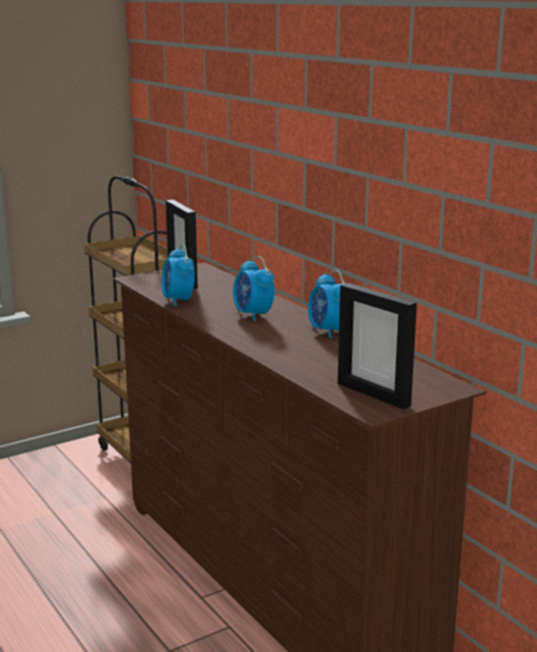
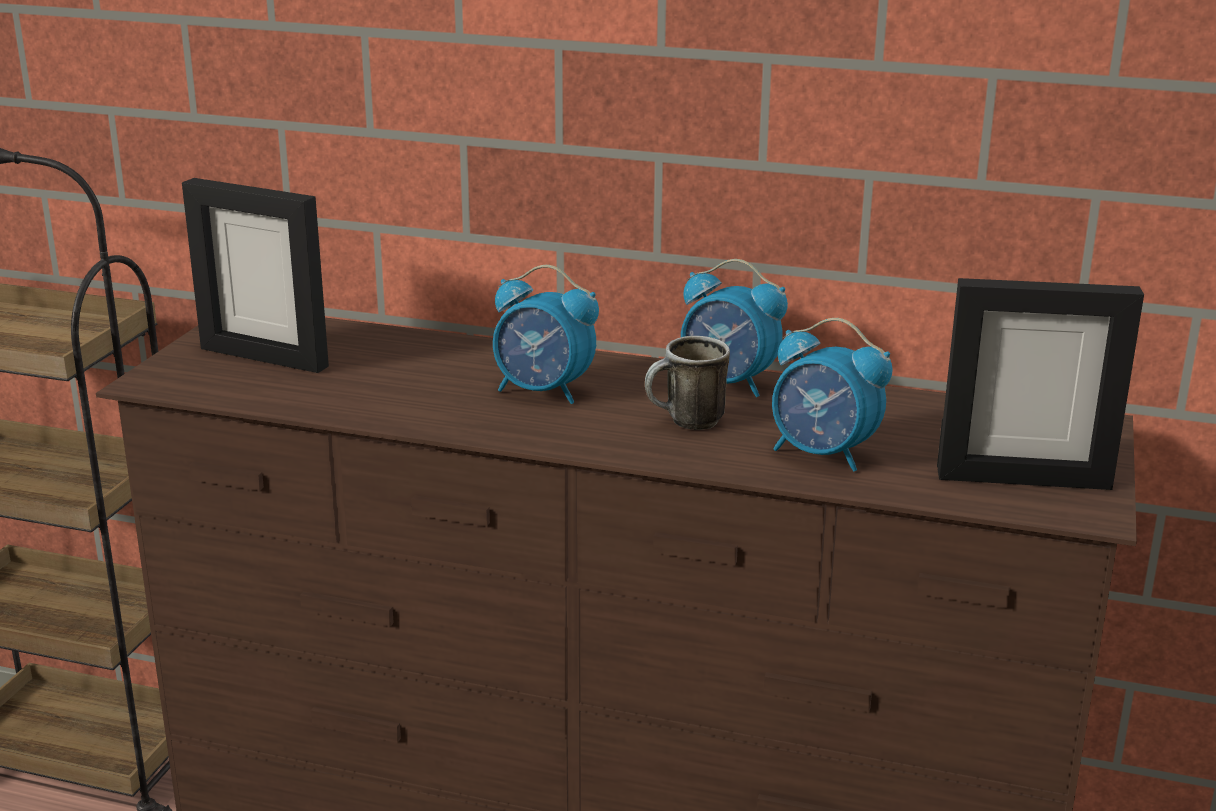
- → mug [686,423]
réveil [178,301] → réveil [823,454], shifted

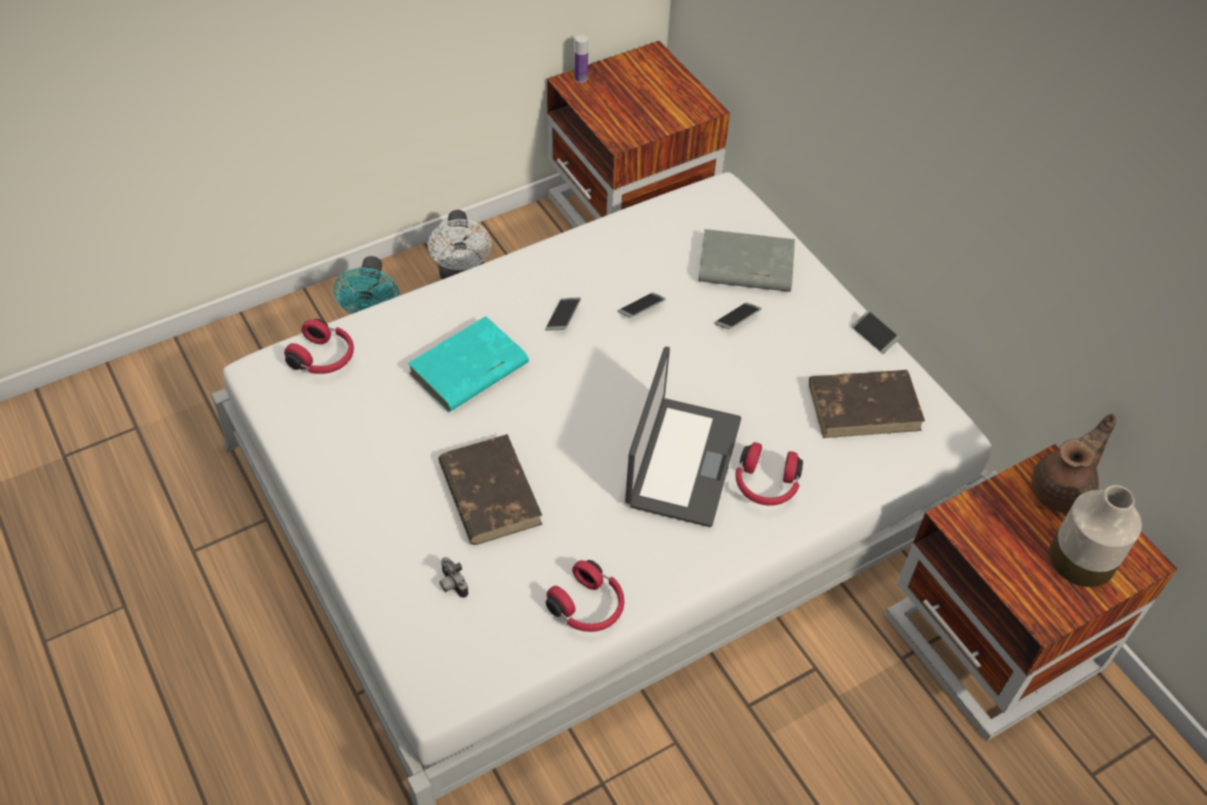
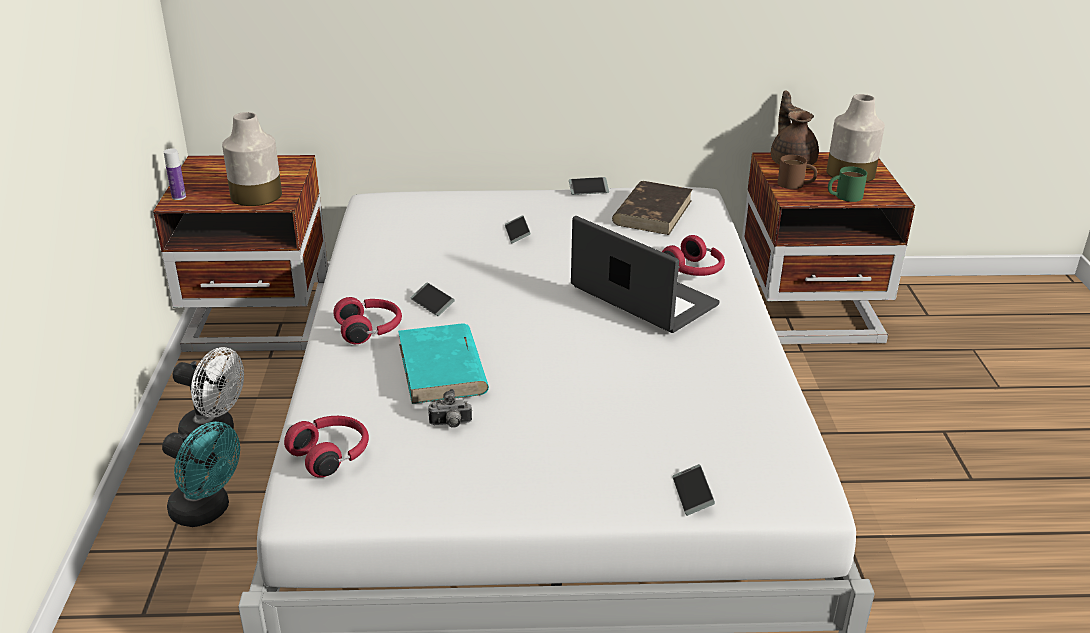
livre [marron] [489,492] → -
livre [gris] [745,266] → -
- → vase [beige] [255,195]
- → mug [marron] [796,184]
- → mug [vert] [844,196]
appareil photo [451,585] → appareil photo [450,425], shifted
casque audio [rouge] [588,607] → casque audio [rouge] [370,330], shifted
téléphone [641,308] → téléphone [692,495], shifted

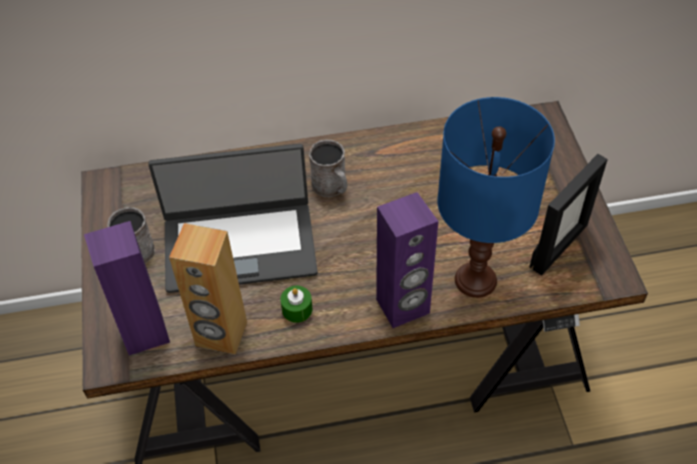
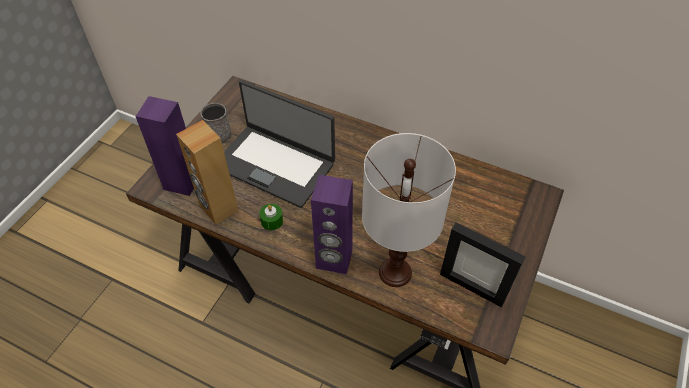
mug [gris] [331,187] → -
lampe de table [bleu] [475,279] → lampe de table [blanc] [394,272]
cadre photo [558,246] → cadre photo [472,286], 45 degrees clockwise

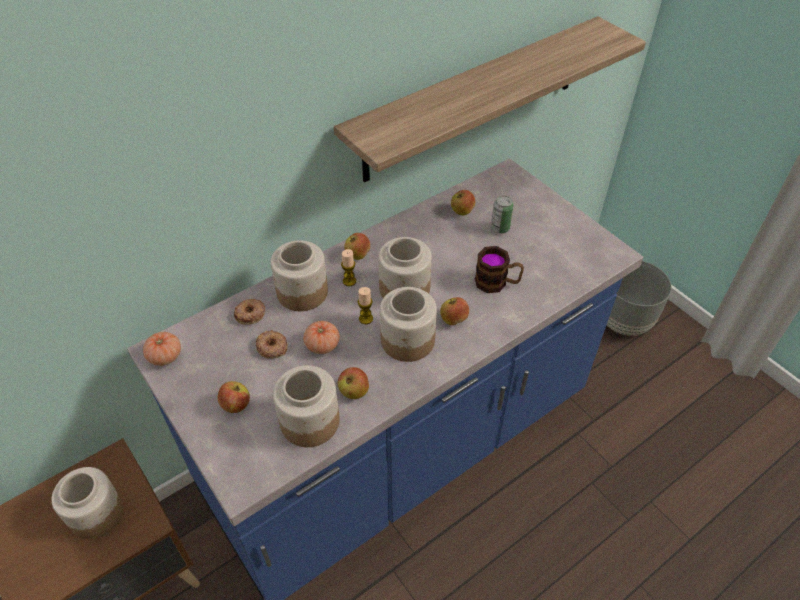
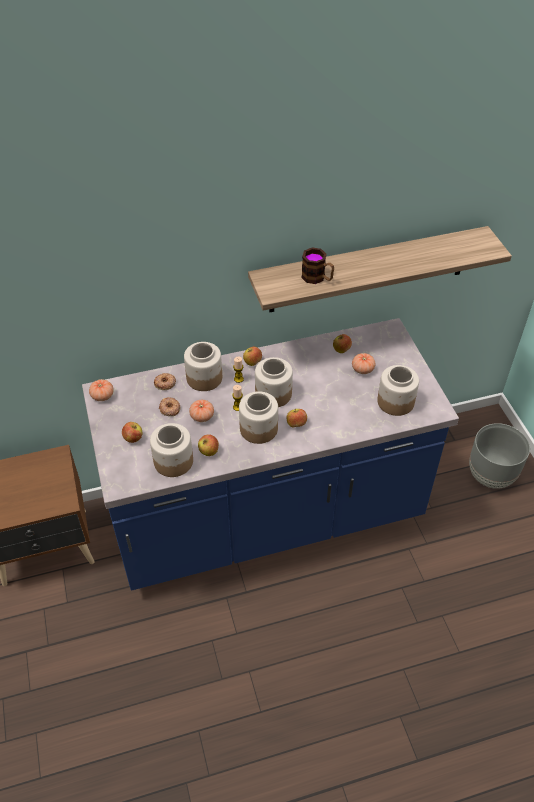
bocal [96,514] → bocal [395,402], shifted
mug [497,283] → mug [317,278], shifted
boîte métallique [500,228] → tomate [362,369]

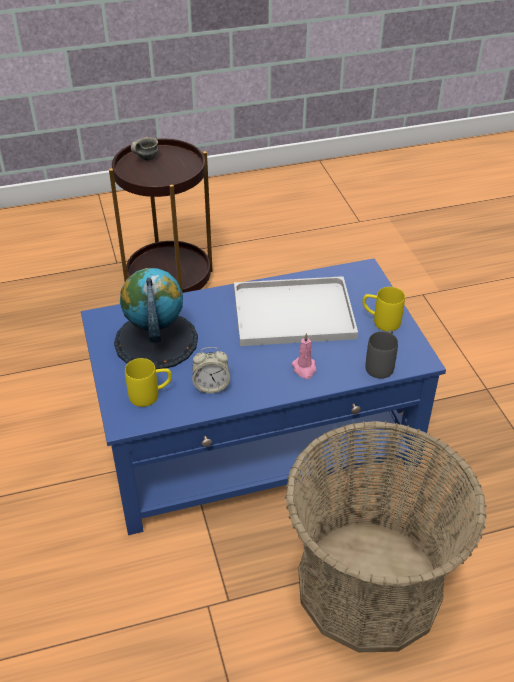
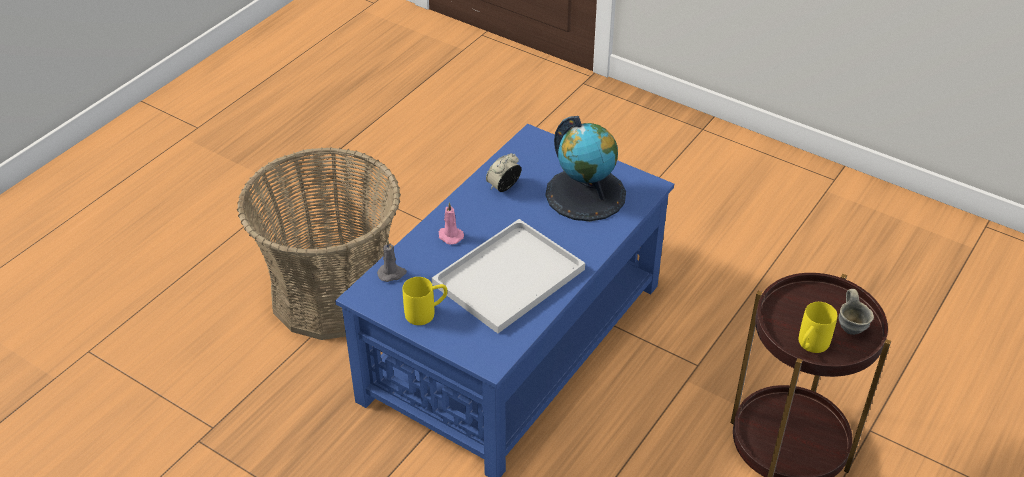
mug [jaune] [151,395] → mug [jaune] [810,346], shifted
mug [gris] [381,364] → bougie [gris] [392,273]

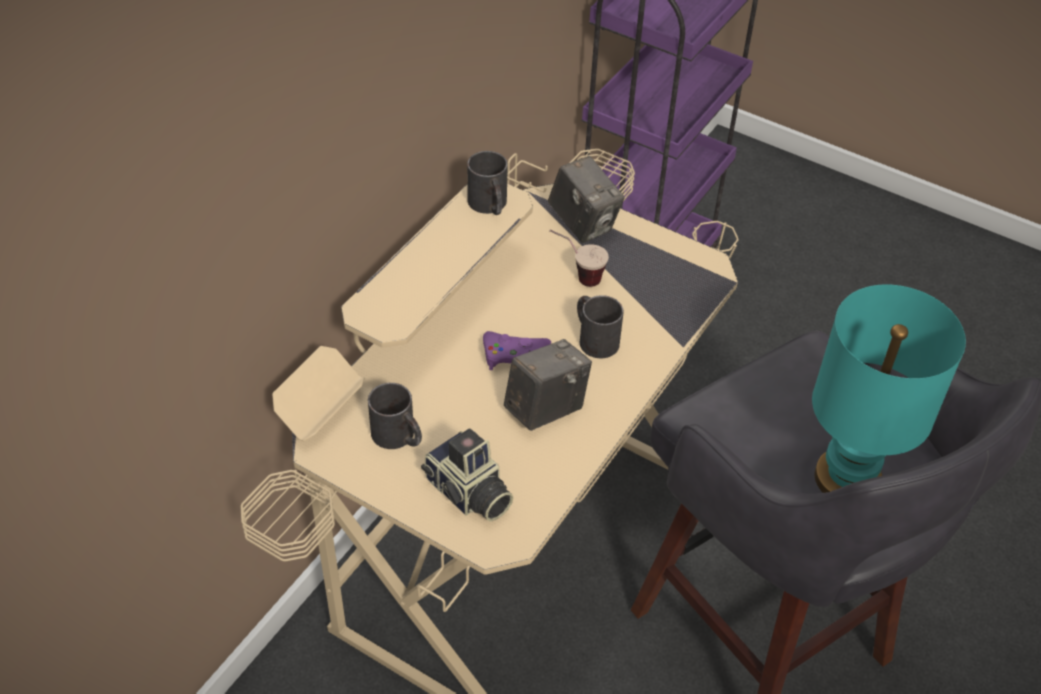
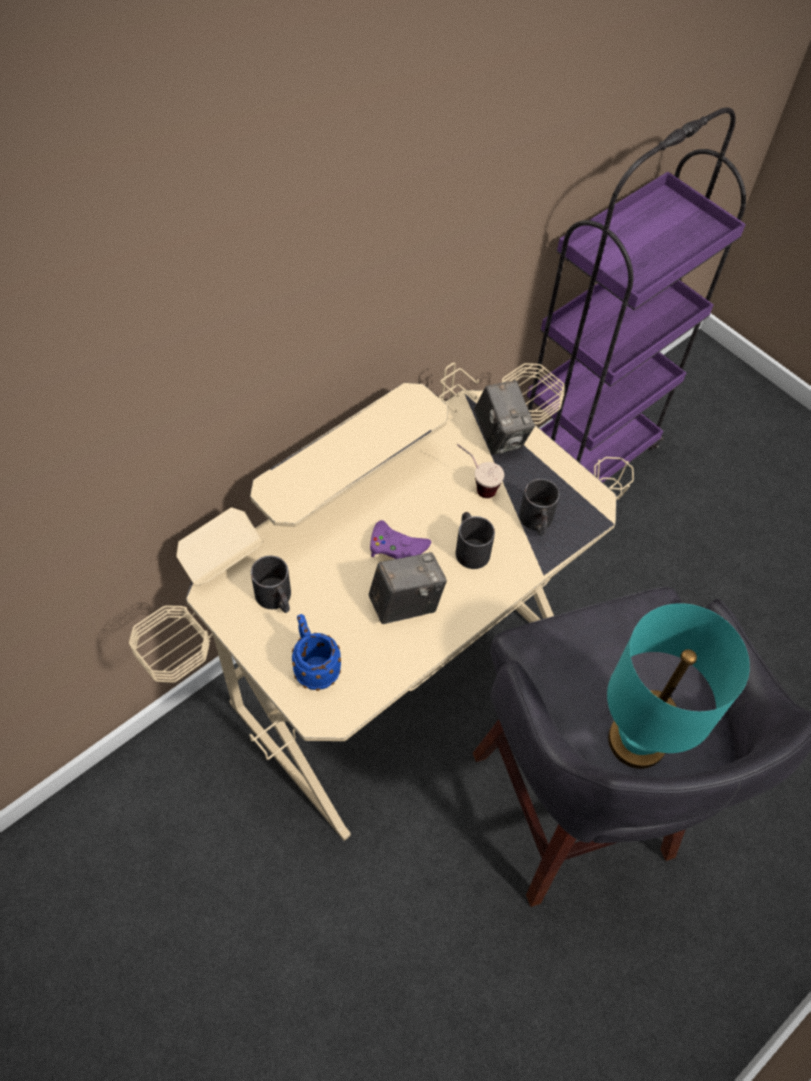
mug [noir] [490,206] → mug [noir] [537,522], shifted
appareil photo [468,494] → mug [bleu] [314,666]

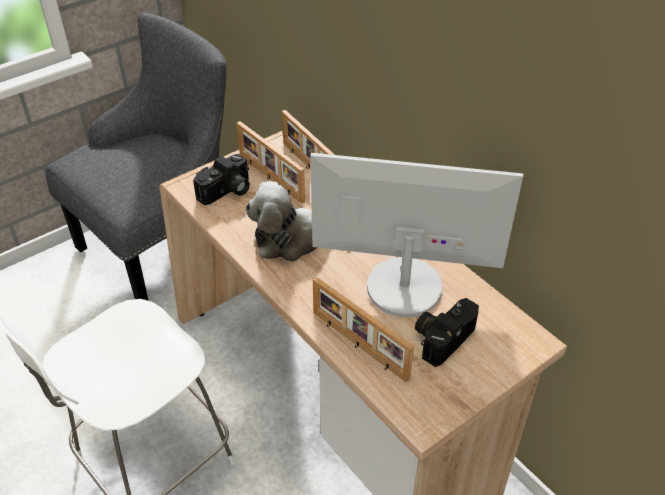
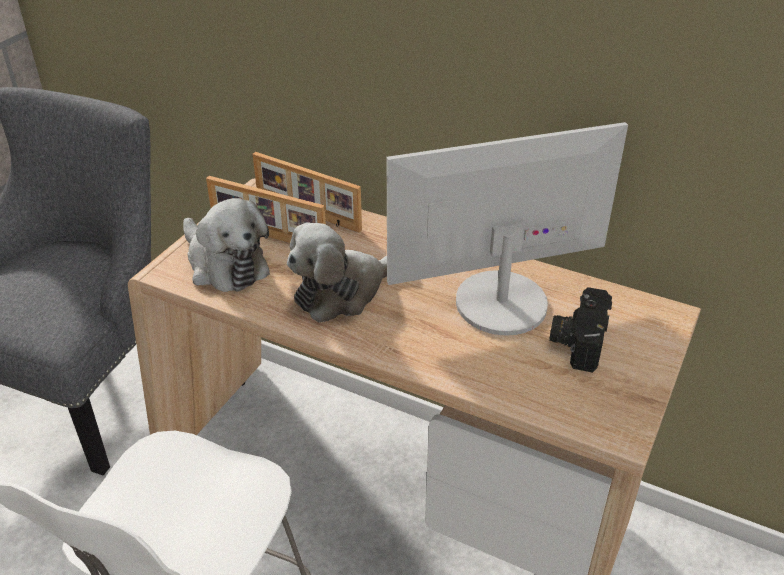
cadre photo [358,346] → -
appareil photo [227,192] → peluche [225,264]

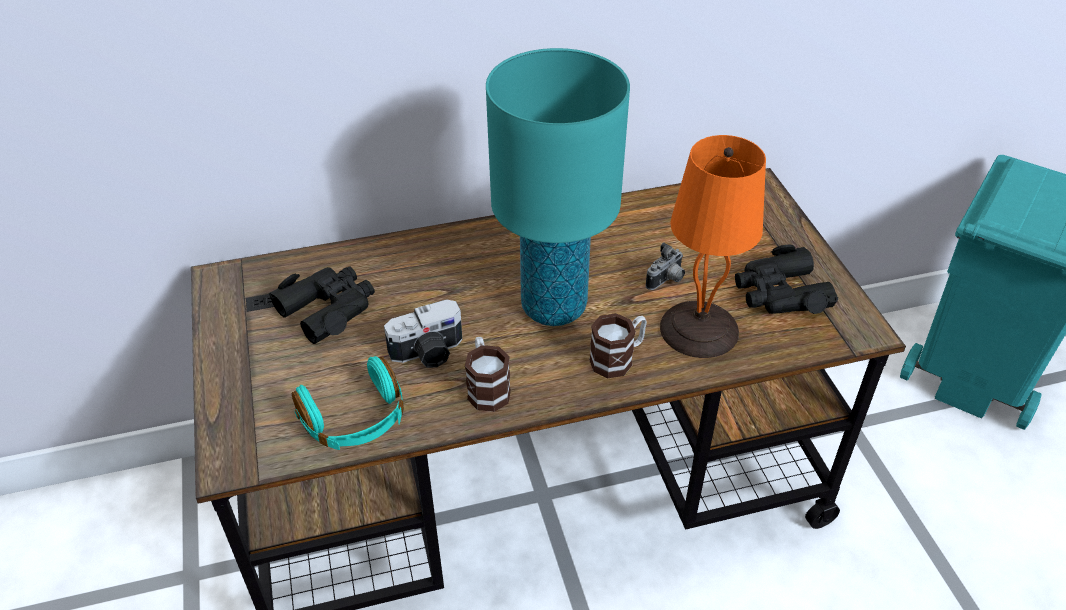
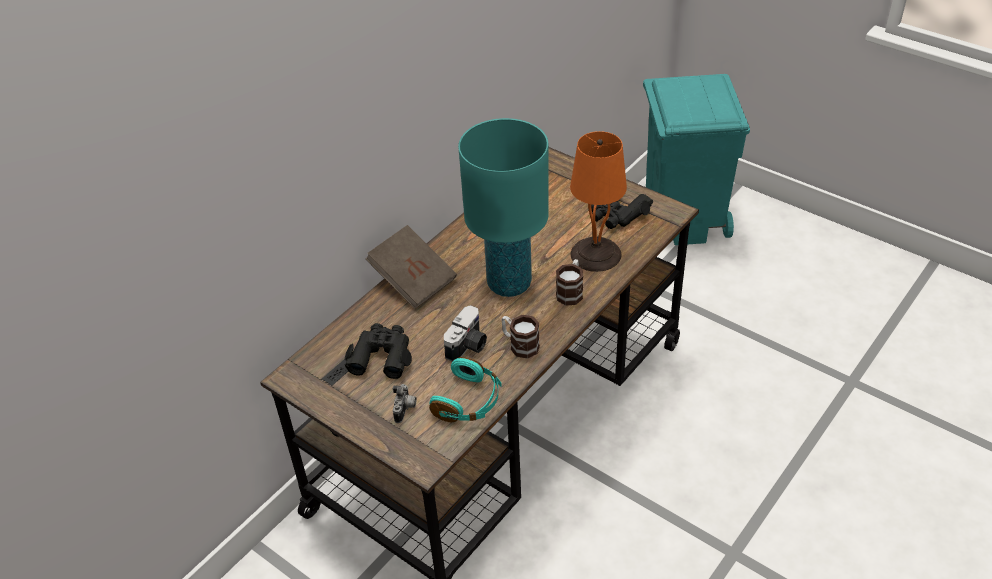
- → livre [marron] [413,280]
appareil photo [667,281] → appareil photo [405,409], shifted

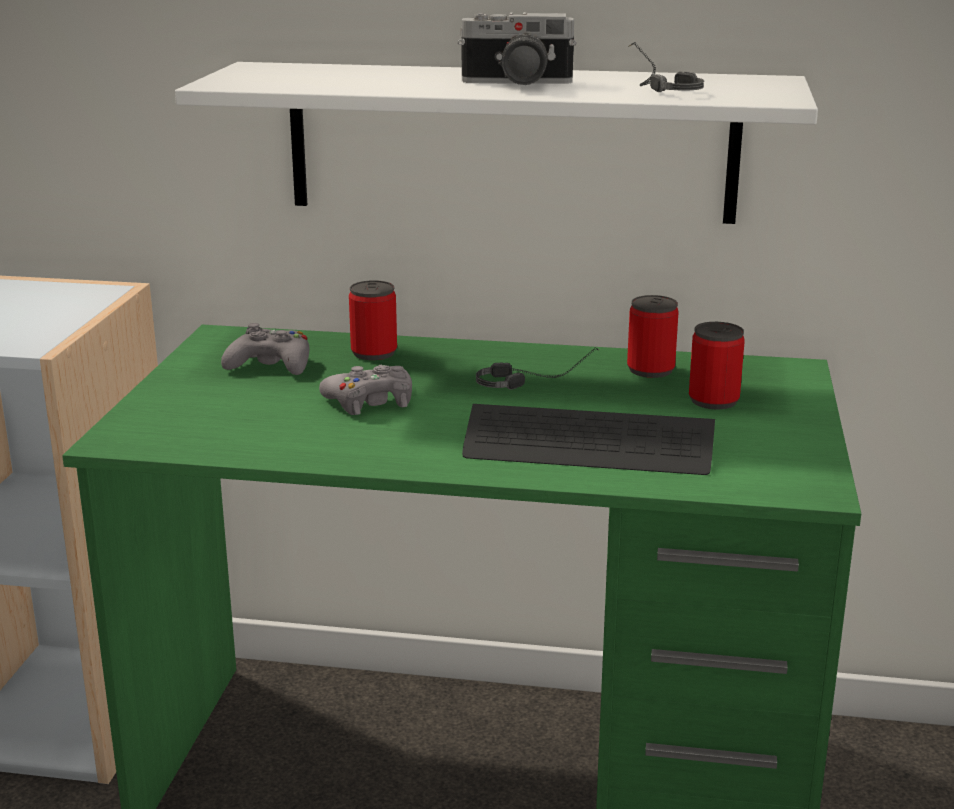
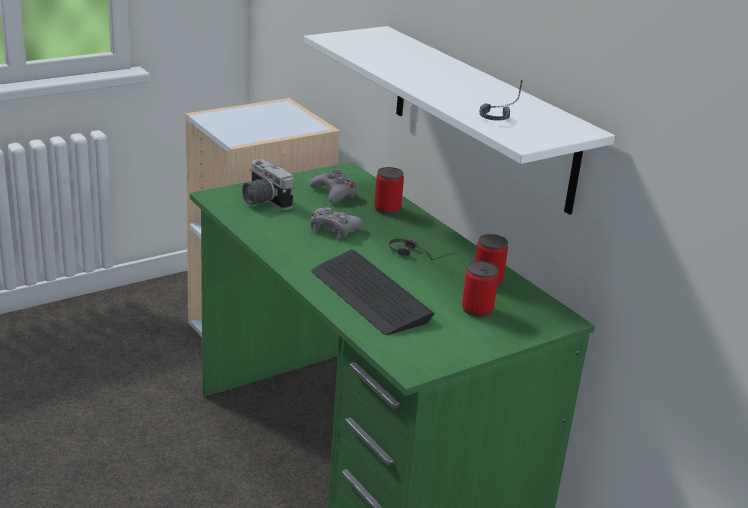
appareil photo [516,84] → appareil photo [262,201], shifted

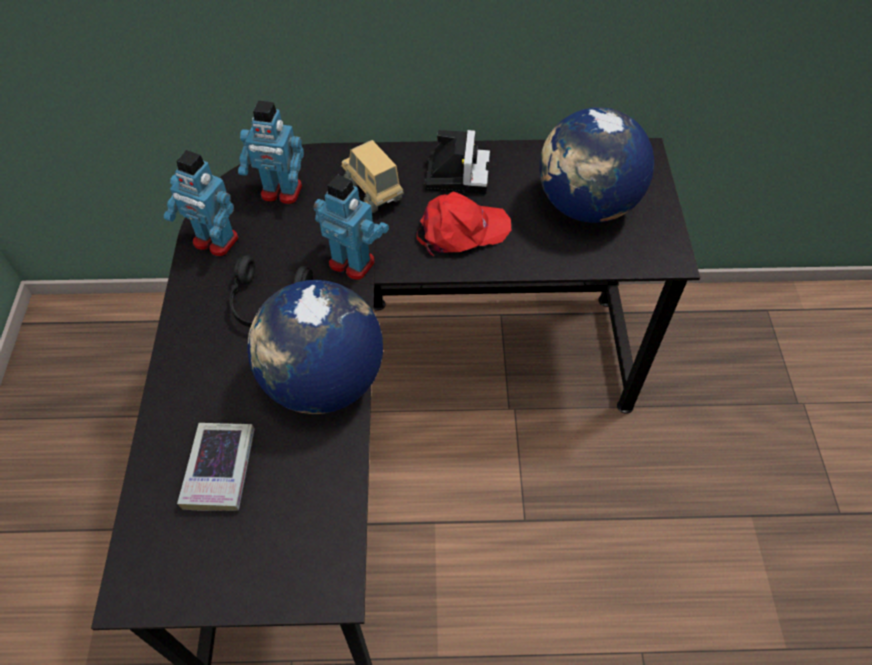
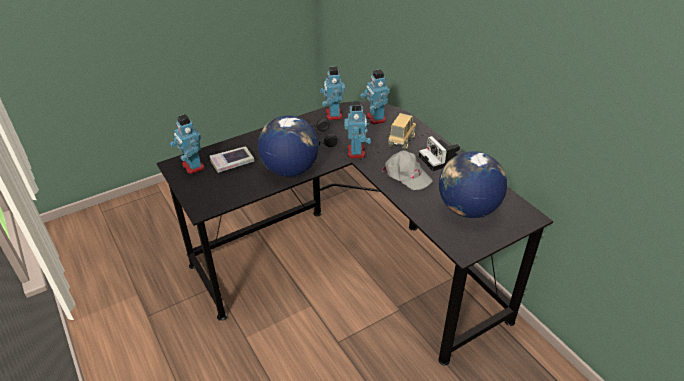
- → robot jouet [192,167]
casquette [rouge] [461,231] → casquette [gris] [406,175]
appareil photo [456,173] → appareil photo [441,160], 90 degrees clockwise

